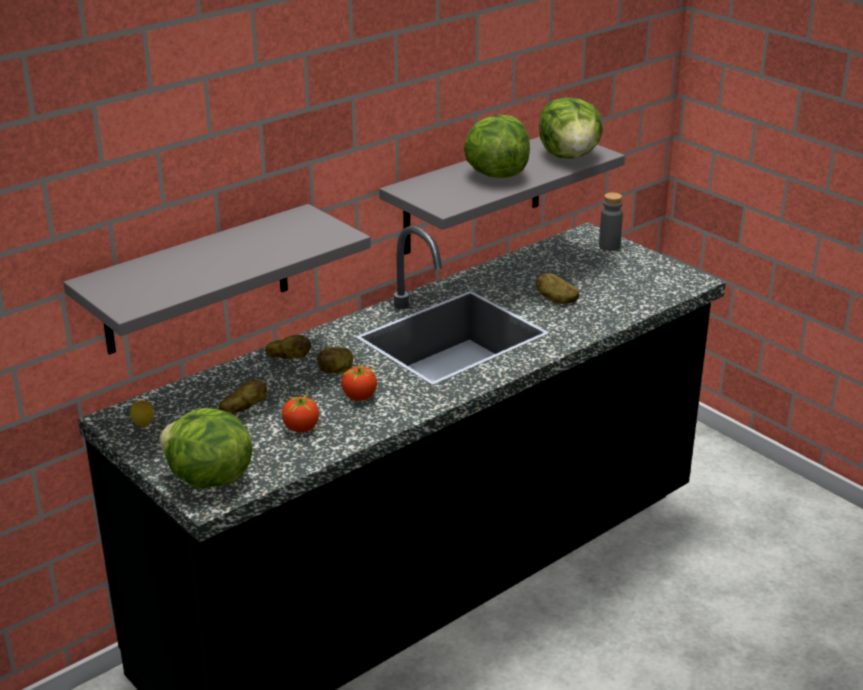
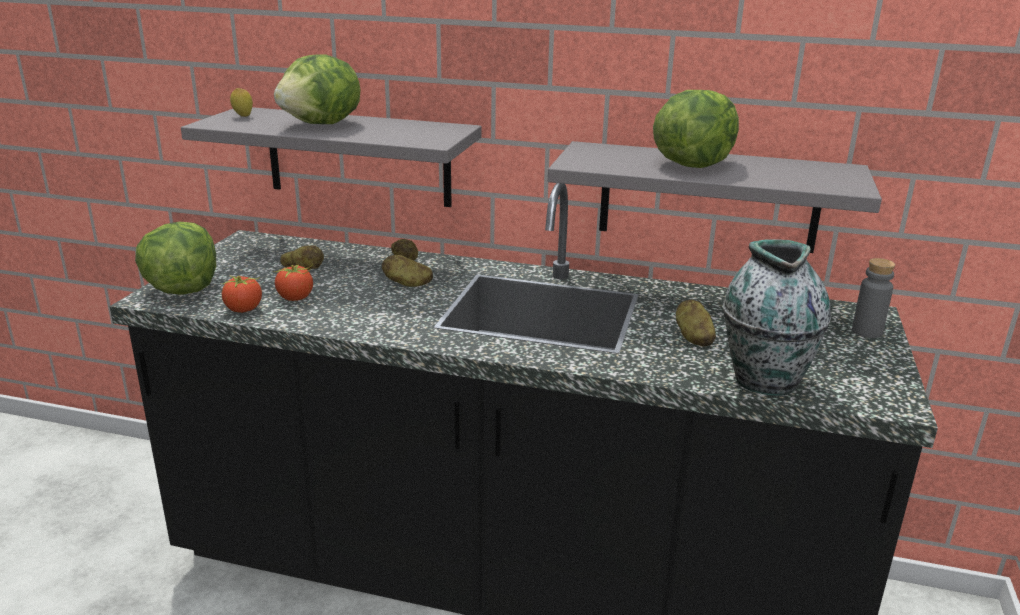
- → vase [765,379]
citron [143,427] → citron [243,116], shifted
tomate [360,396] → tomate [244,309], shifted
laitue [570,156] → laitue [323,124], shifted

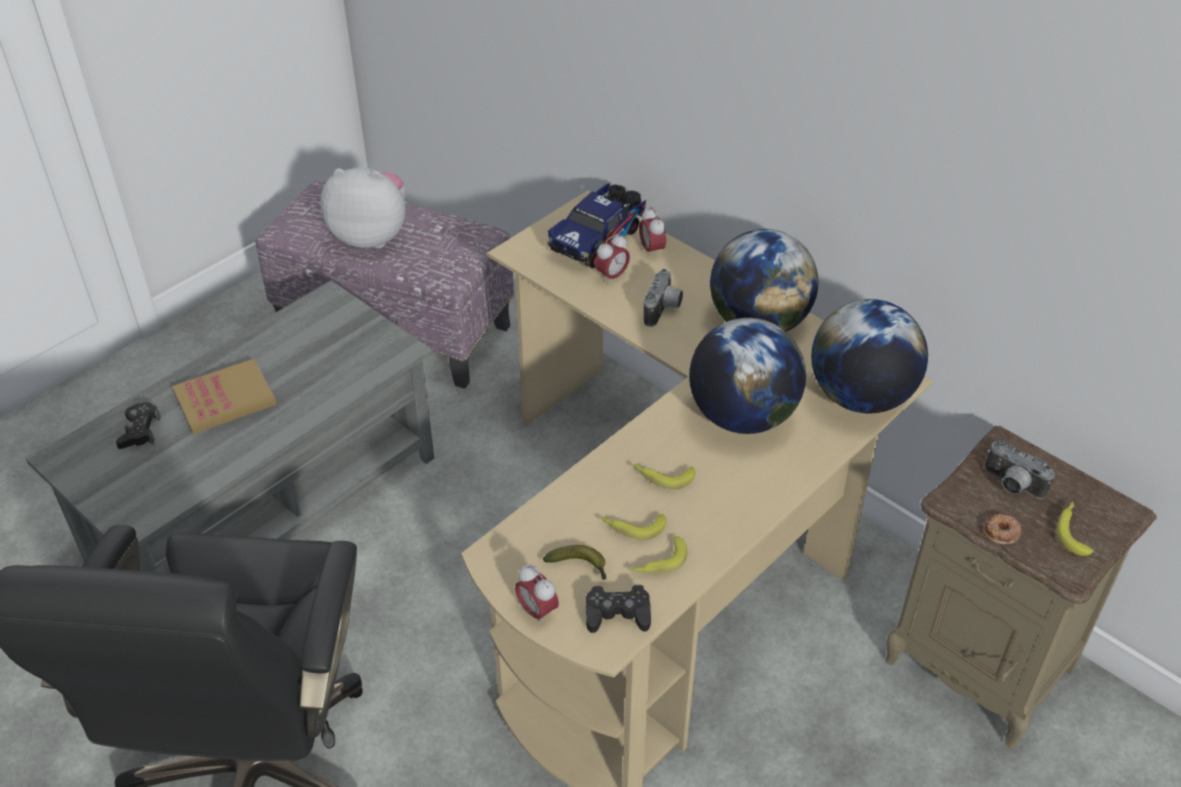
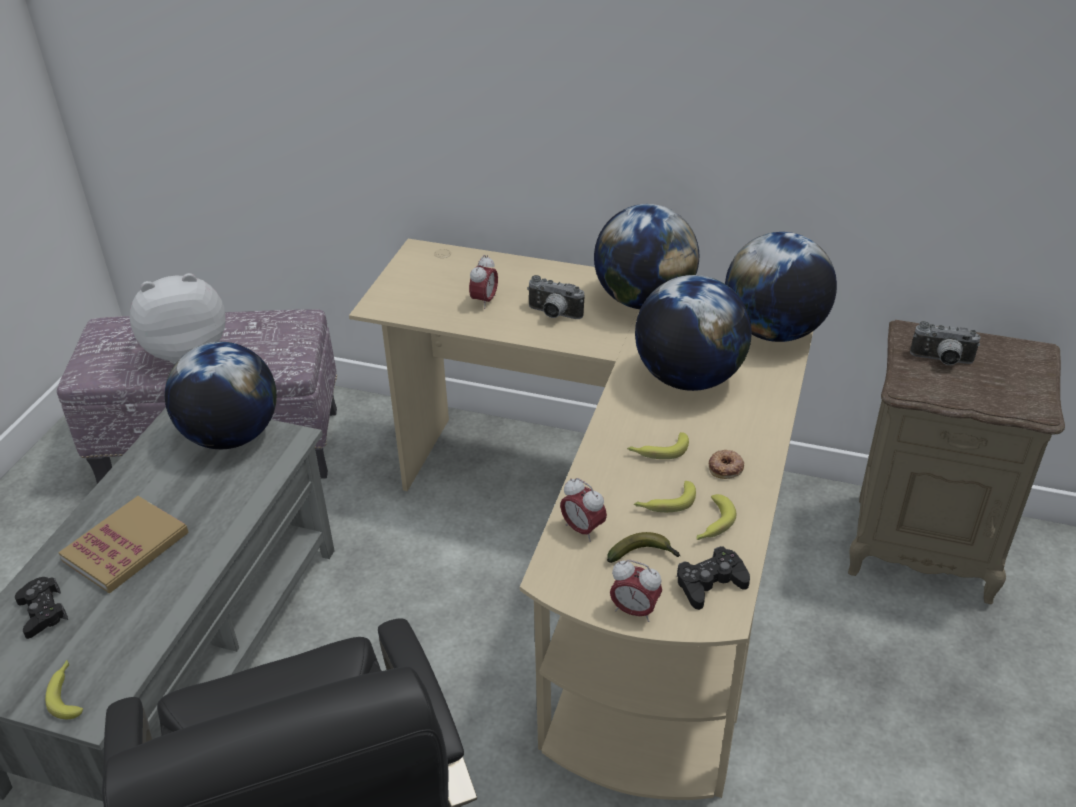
camion jouet [599,238] → -
- → globe [231,436]
réveil [651,250] → réveil [582,529], shifted
beignet [1002,532] → beignet [726,467], shifted
banane [1072,531] → banane [68,693], shifted
appareil photo [664,310] → appareil photo [553,315], 120 degrees clockwise

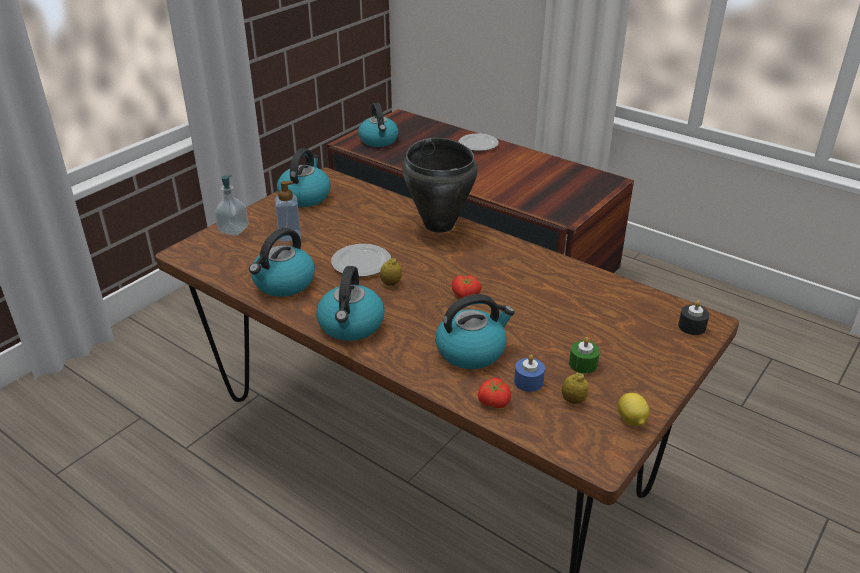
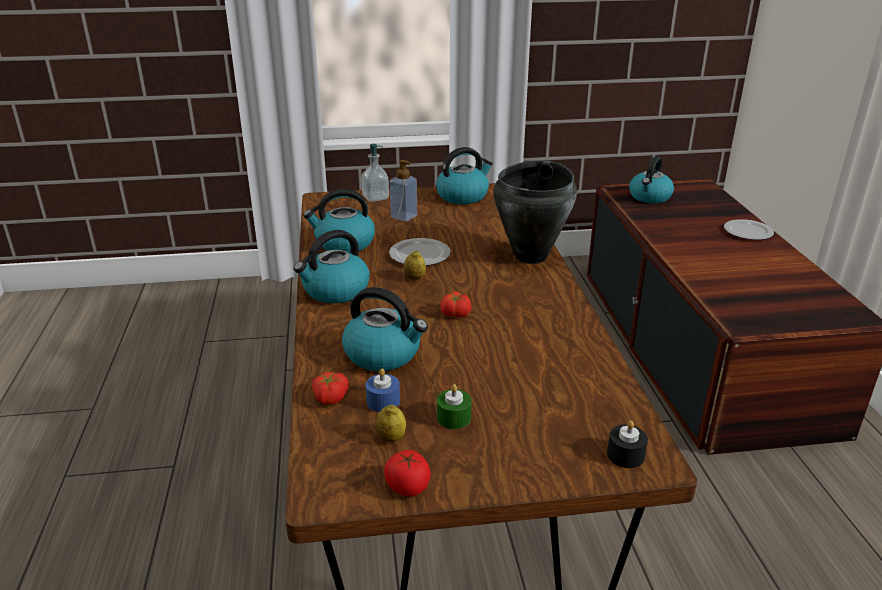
citron [631,421] → tomate [408,487]

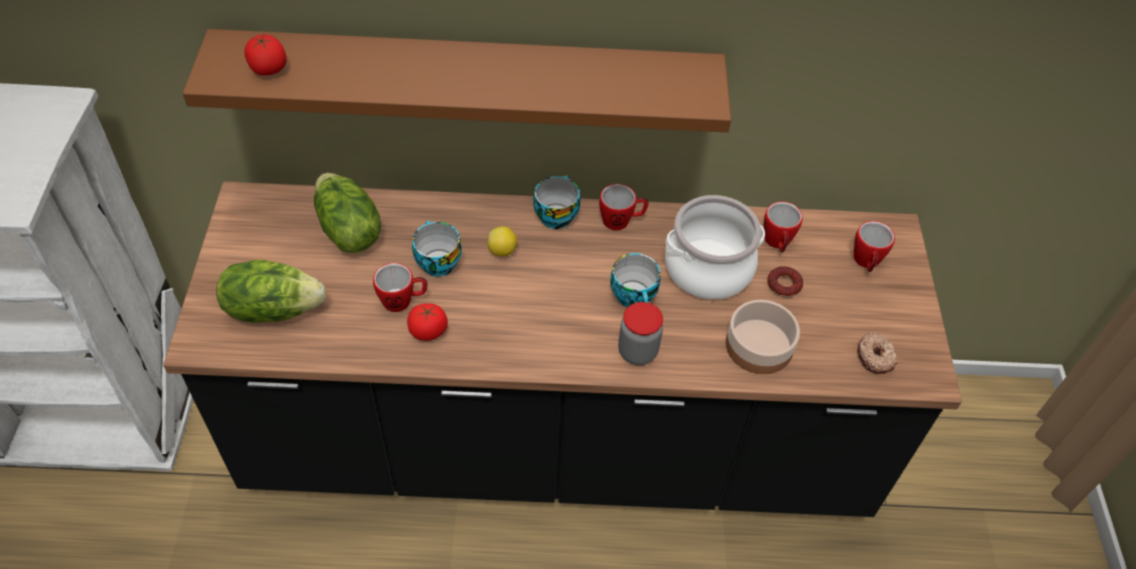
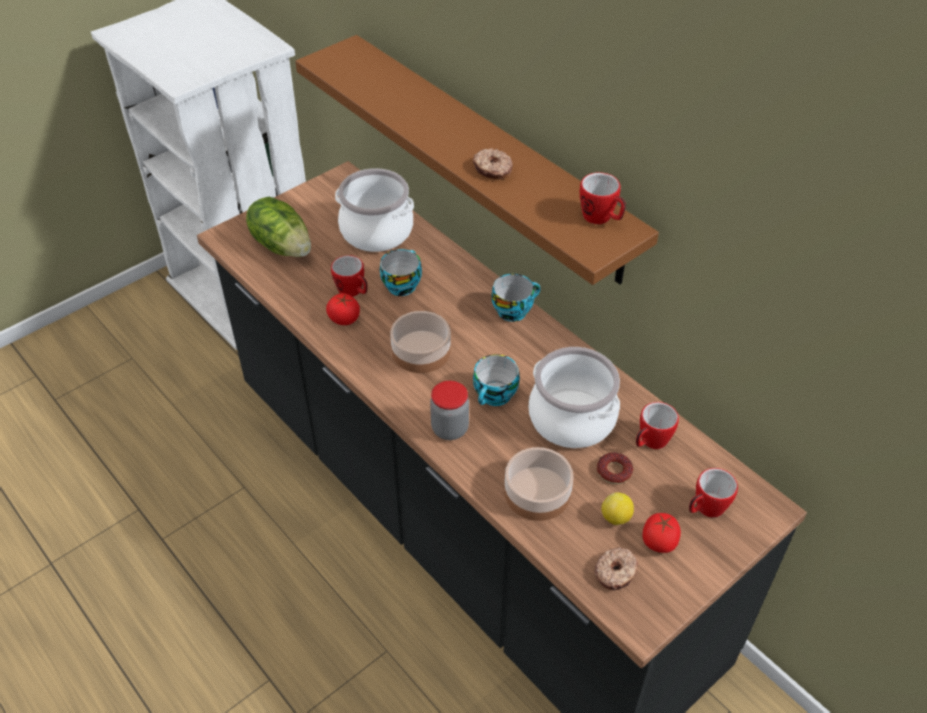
- → bol [421,350]
- → beignet [492,170]
tomate [268,69] → tomate [659,541], shifted
citron [502,251] → citron [616,518], shifted
mug [621,221] → mug [601,218], shifted
laitue [347,231] → marmite [376,232]

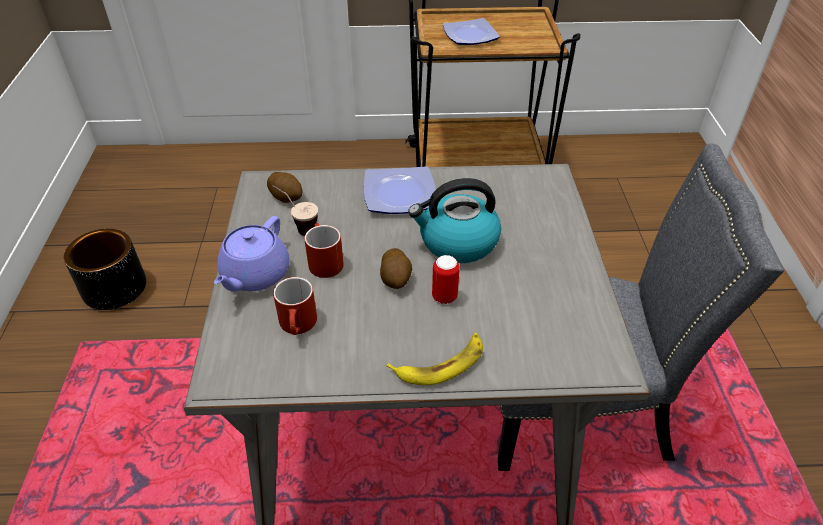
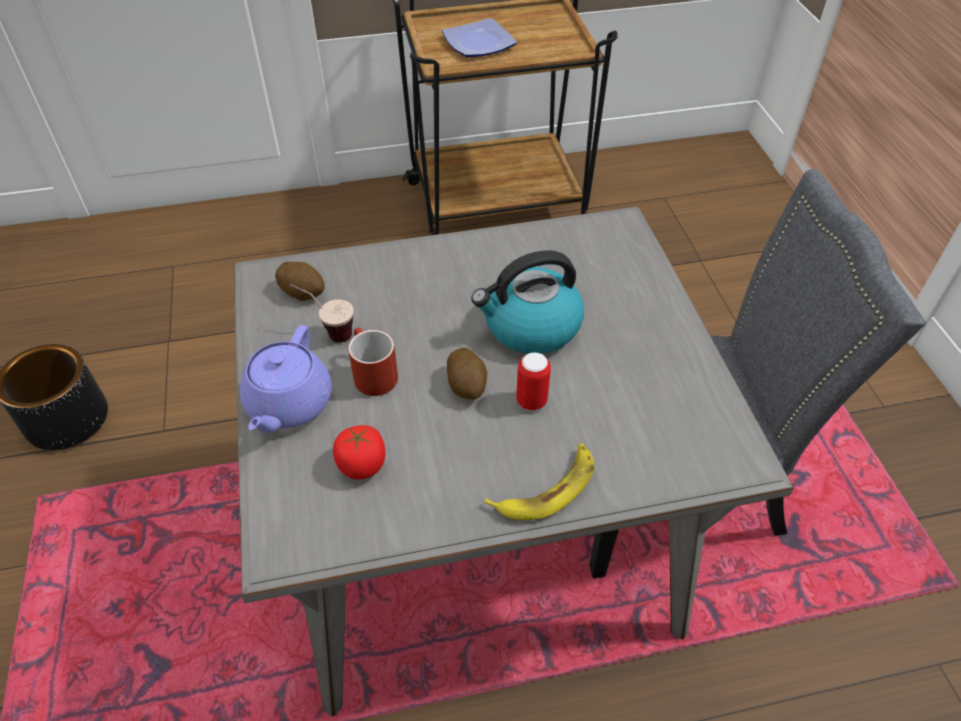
assiette [398,195] → -
mug [rouge] [299,326] → tomate [362,464]

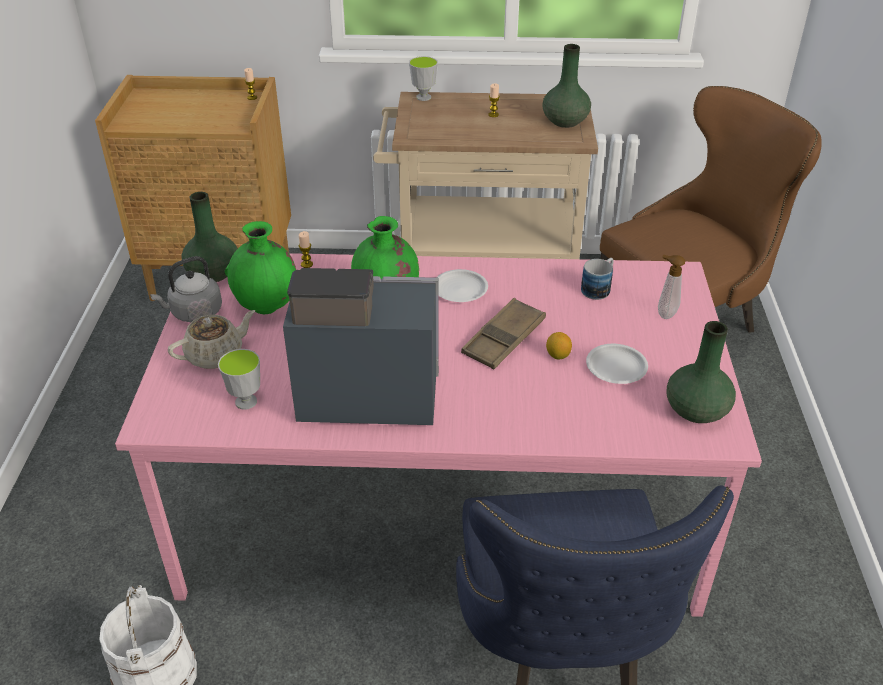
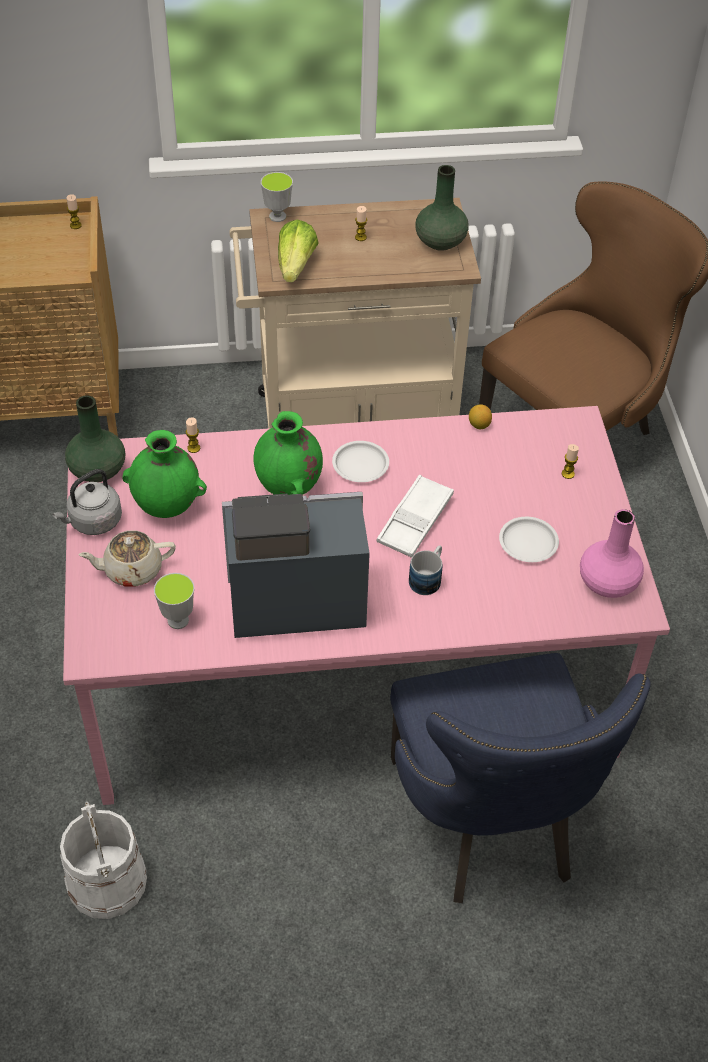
- → laitue [296,266]
citron [558,355] → citron [479,425], shifted
mug [599,288] → mug [428,578], shifted
distributeur de savon [664,313] → bougie [568,474]
plateau [marron] [504,339] → plateau [blanc] [415,521]
vase [vert] [695,410] → vase [rose] [607,582]
théière [beige] [216,355] → théière [beige] [131,570], 150 degrees counterclockwise

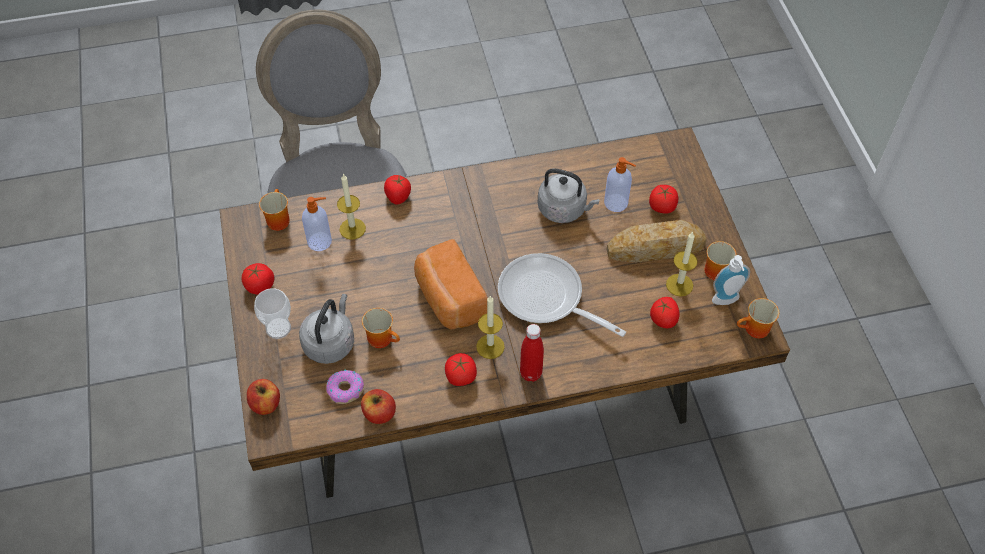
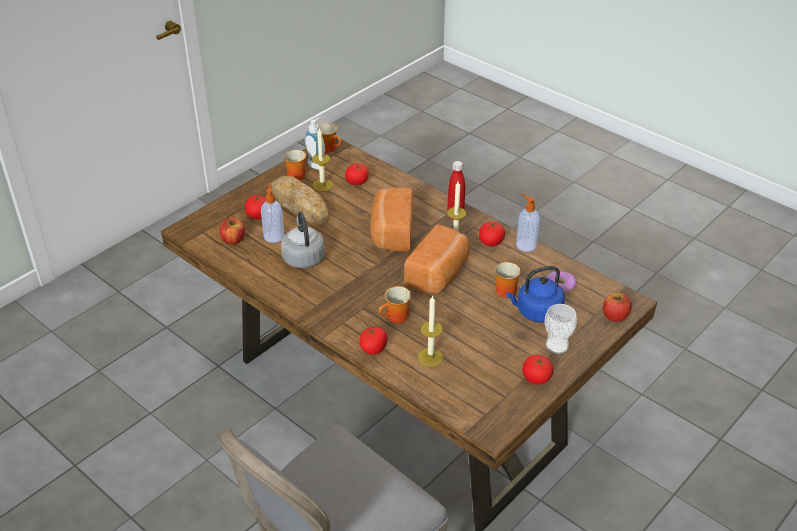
mug [276,219] → mug [396,318], shifted
distributeur de savon [320,241] → distributeur de savon [525,245], shifted
pomme [379,414] → pomme [233,240], shifted
poêle [546,298] → pain [391,233]
bouilloire [gris] [330,342] → bouilloire [bleu] [536,312]

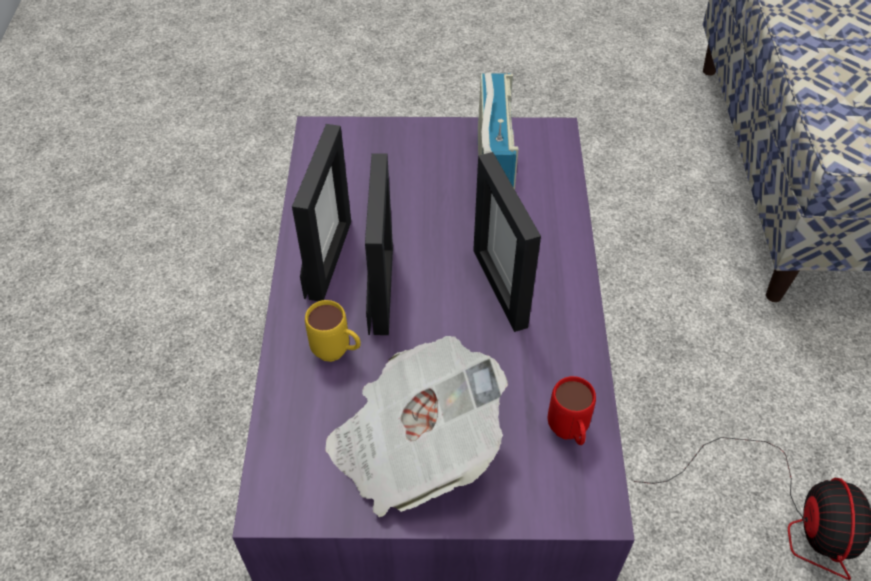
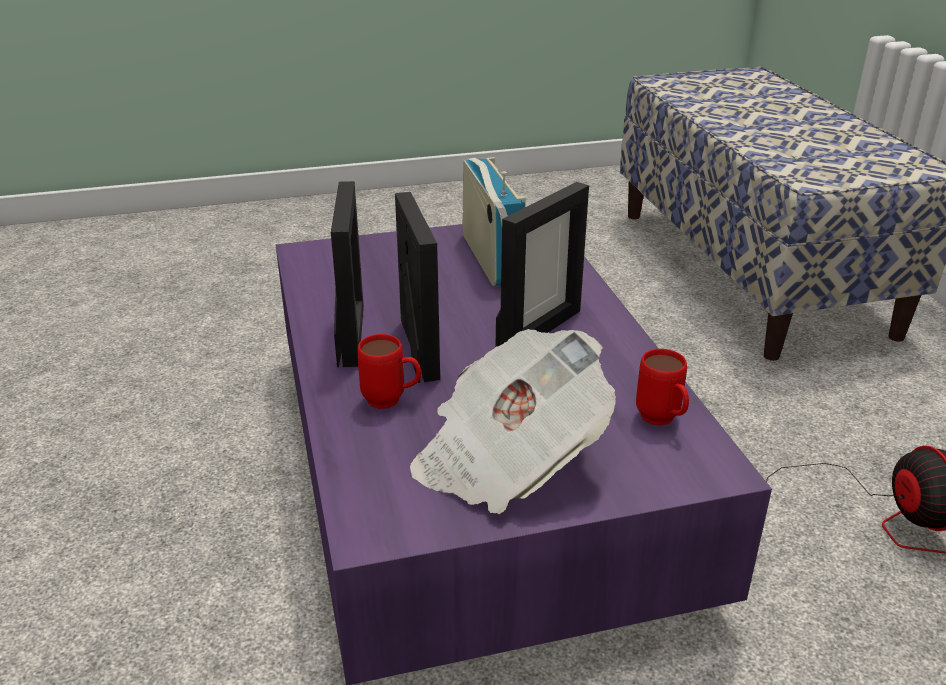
mug [jaune] [337,353] → mug [rouge] [392,401]
cadre photo [502,287] → cadre photo [539,329], 105 degrees counterclockwise

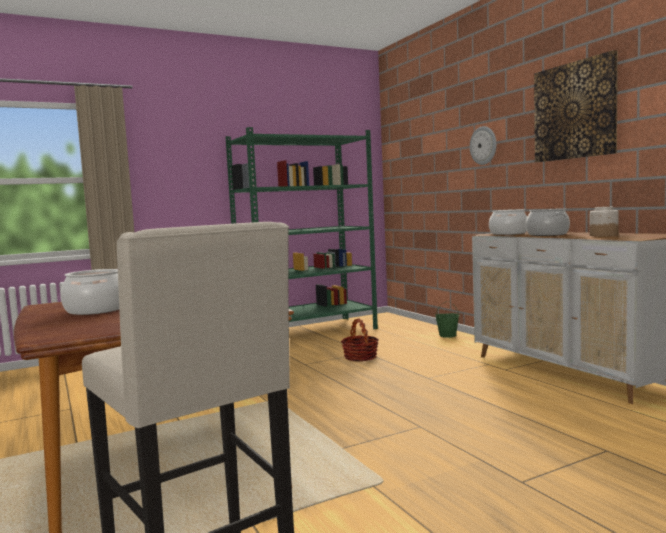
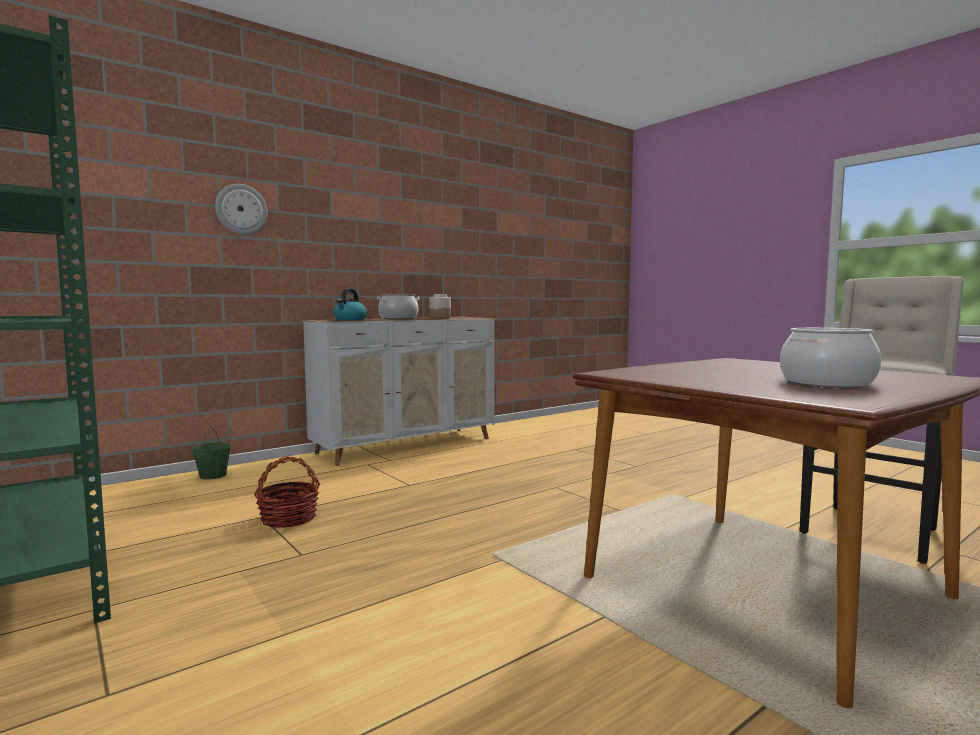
tableau [574,111] → -
marmite [508,233] → bouilloire [350,319]

